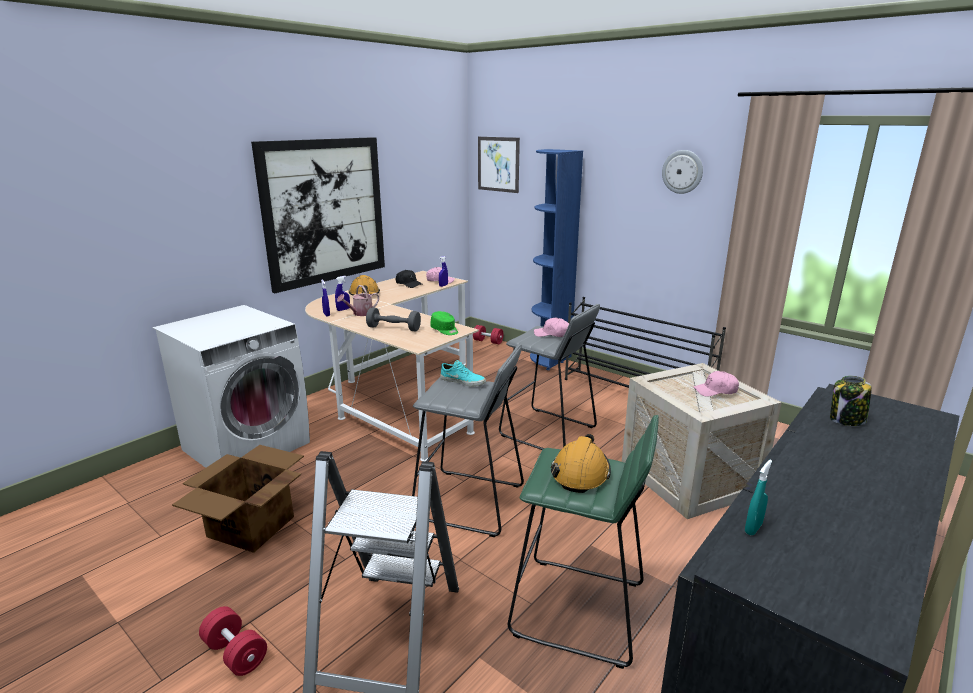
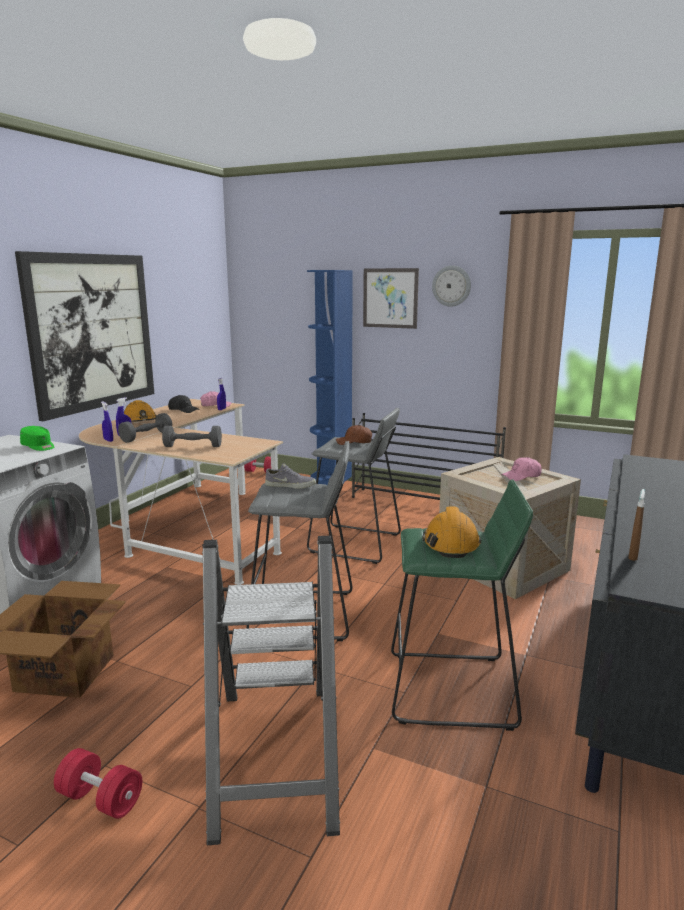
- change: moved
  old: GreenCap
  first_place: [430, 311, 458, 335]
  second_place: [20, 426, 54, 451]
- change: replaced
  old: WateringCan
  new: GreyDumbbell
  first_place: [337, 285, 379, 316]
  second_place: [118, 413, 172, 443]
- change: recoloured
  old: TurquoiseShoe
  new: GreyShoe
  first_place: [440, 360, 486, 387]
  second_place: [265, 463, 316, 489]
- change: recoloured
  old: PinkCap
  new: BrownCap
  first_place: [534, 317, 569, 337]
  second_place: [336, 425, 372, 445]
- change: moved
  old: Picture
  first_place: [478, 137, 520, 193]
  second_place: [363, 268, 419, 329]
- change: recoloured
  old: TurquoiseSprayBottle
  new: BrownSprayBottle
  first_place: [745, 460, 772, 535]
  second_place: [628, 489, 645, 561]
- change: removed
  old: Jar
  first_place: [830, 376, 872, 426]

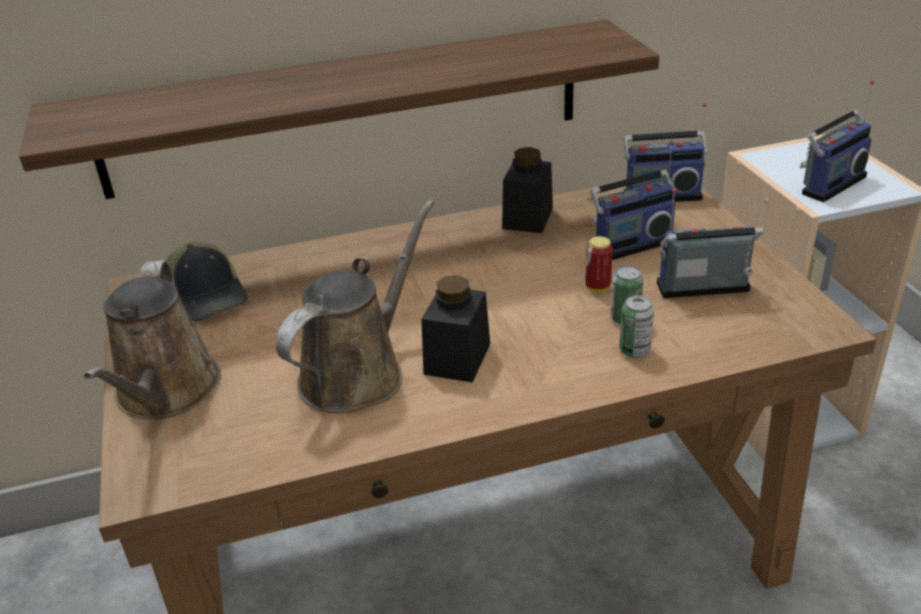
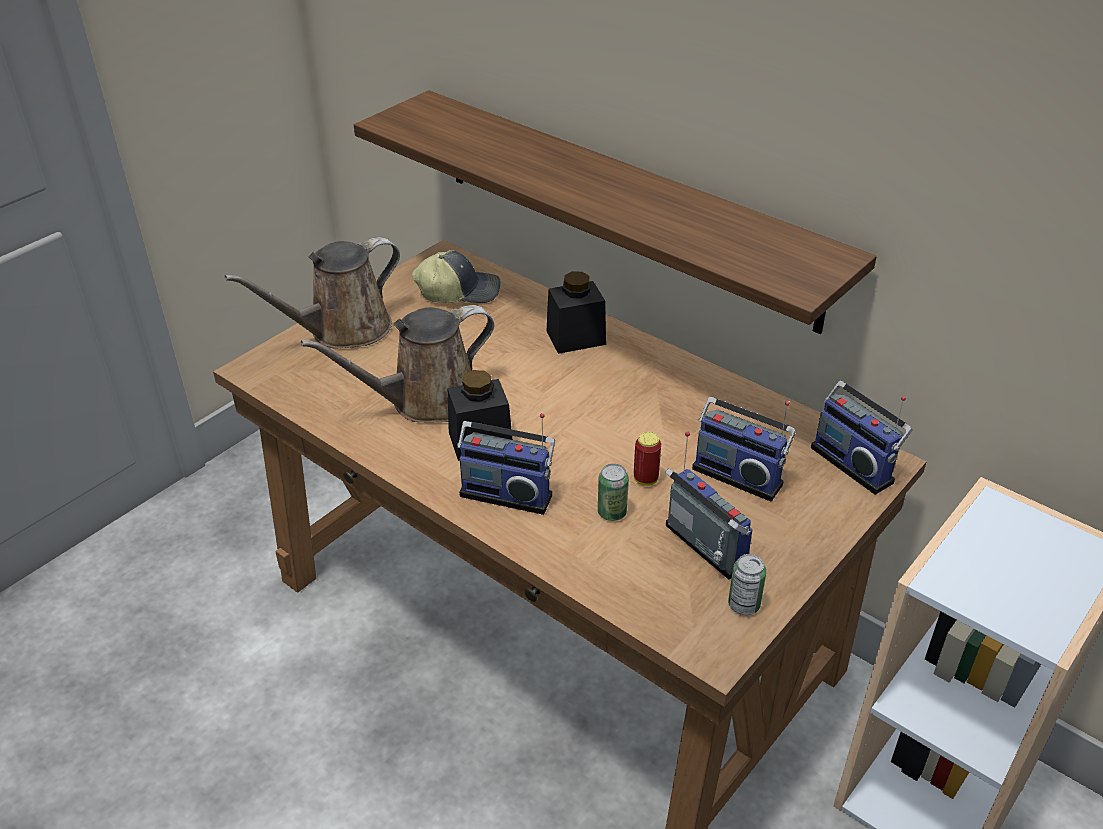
- change: turned
  old: BrownWateringCan
  first_place: [276, 200, 434, 414]
  second_place: [301, 305, 494, 423]
  degrees: 150
- change: turned
  old: Cap
  first_place: [167, 242, 248, 322]
  second_place: [412, 250, 501, 303]
  degrees: -120
- change: moved
  old: Radio
  first_place: [800, 80, 874, 203]
  second_place: [457, 413, 555, 515]
- change: moved
  old: BlackJar
  first_place: [502, 147, 553, 233]
  second_place: [547, 271, 606, 354]
- change: moved
  old: Can
  first_place: [619, 295, 654, 358]
  second_place: [728, 554, 766, 615]

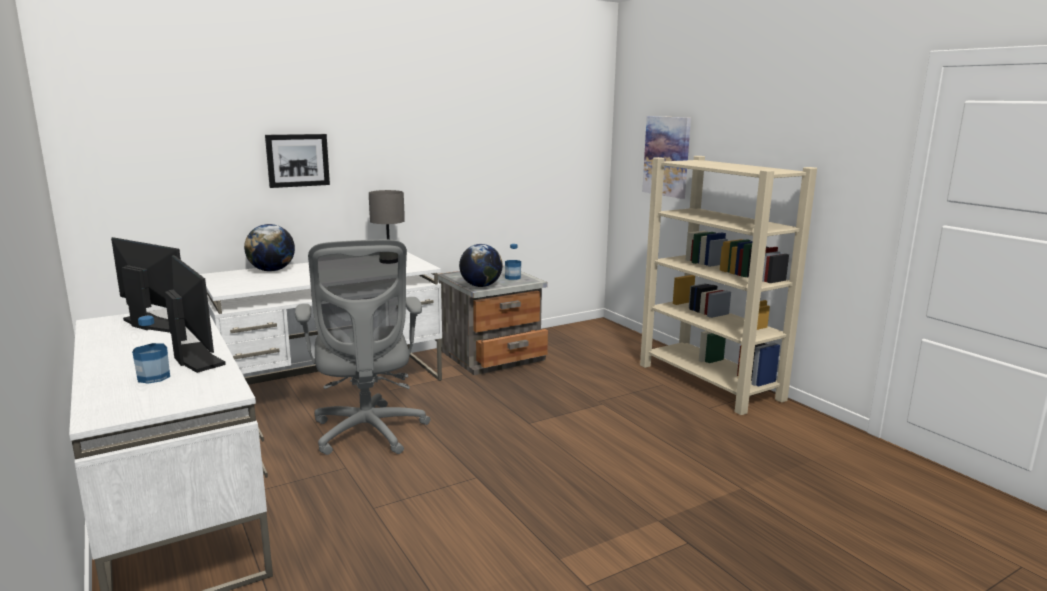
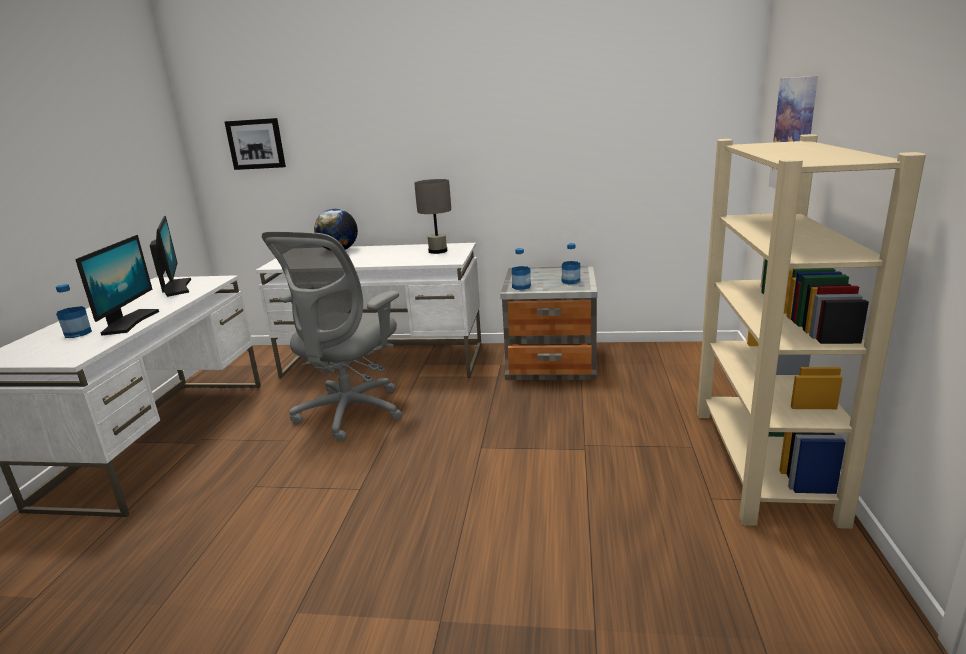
- change: moved
  old: Picture
  first_place: [265, 134, 330, 188]
  second_place: [224, 118, 286, 170]
- change: replaced
  old: Globe
  new: Bottle
  first_place: [459, 244, 503, 287]
  second_place: [512, 248, 531, 290]

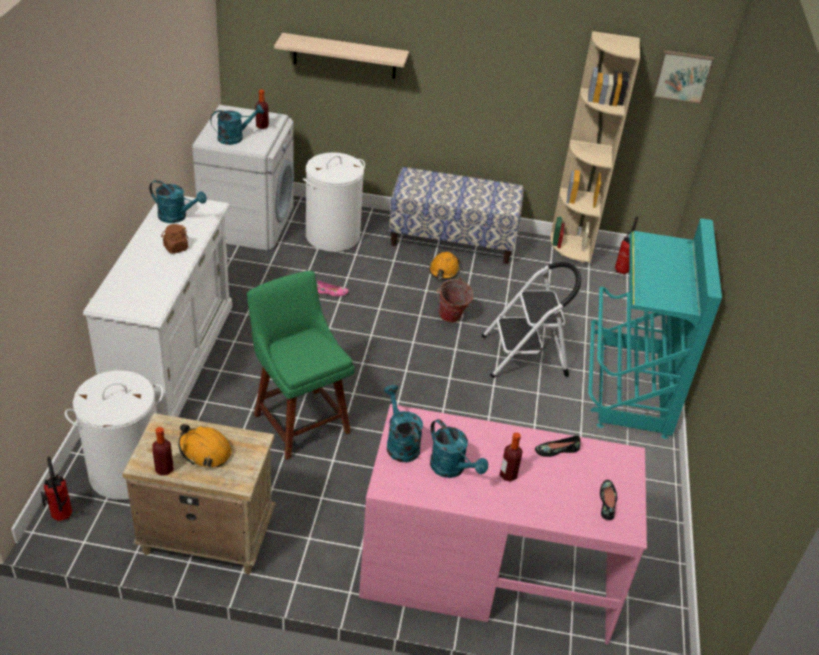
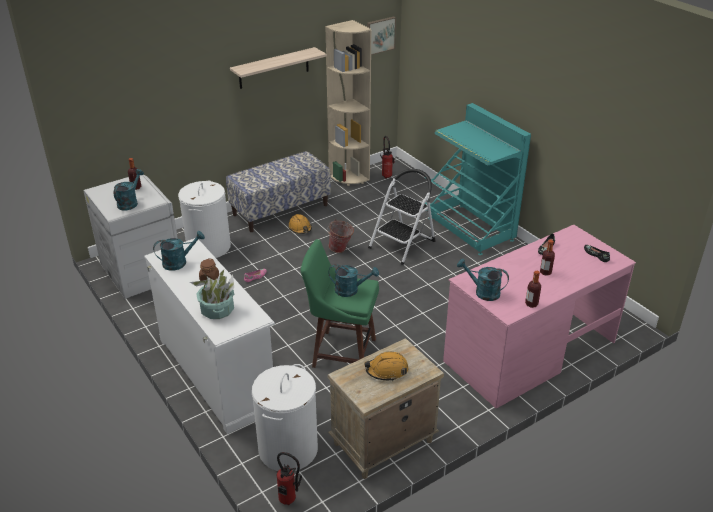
- change: added
  new: PottedPlant
  second_place: [190, 270, 234, 319]
- change: moved
  old: Shelf
  first_place: [274, 33, 409, 79]
  second_place: [230, 47, 327, 89]
- change: moved
  old: TurquoiseWateringCan
  first_place: [430, 419, 488, 478]
  second_place: [328, 264, 379, 297]
- change: moved
  old: Bottle
  first_place: [153, 427, 173, 476]
  second_place: [525, 271, 541, 308]

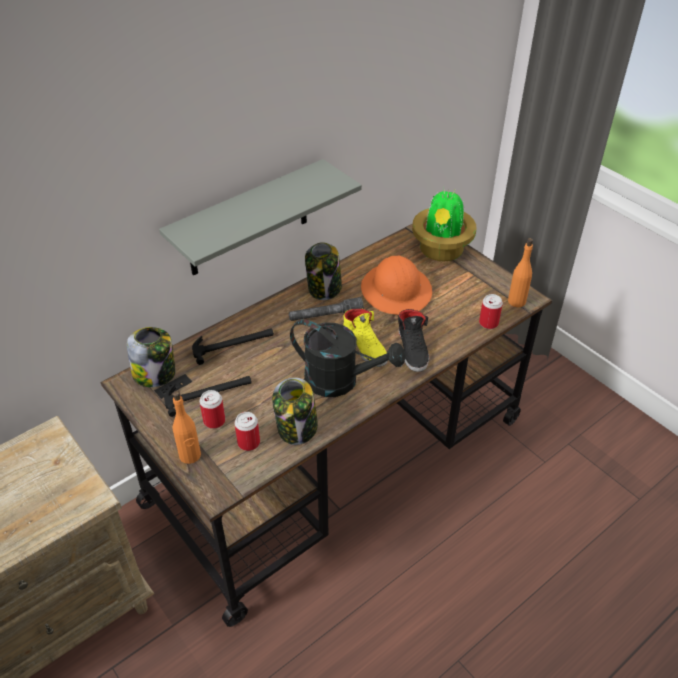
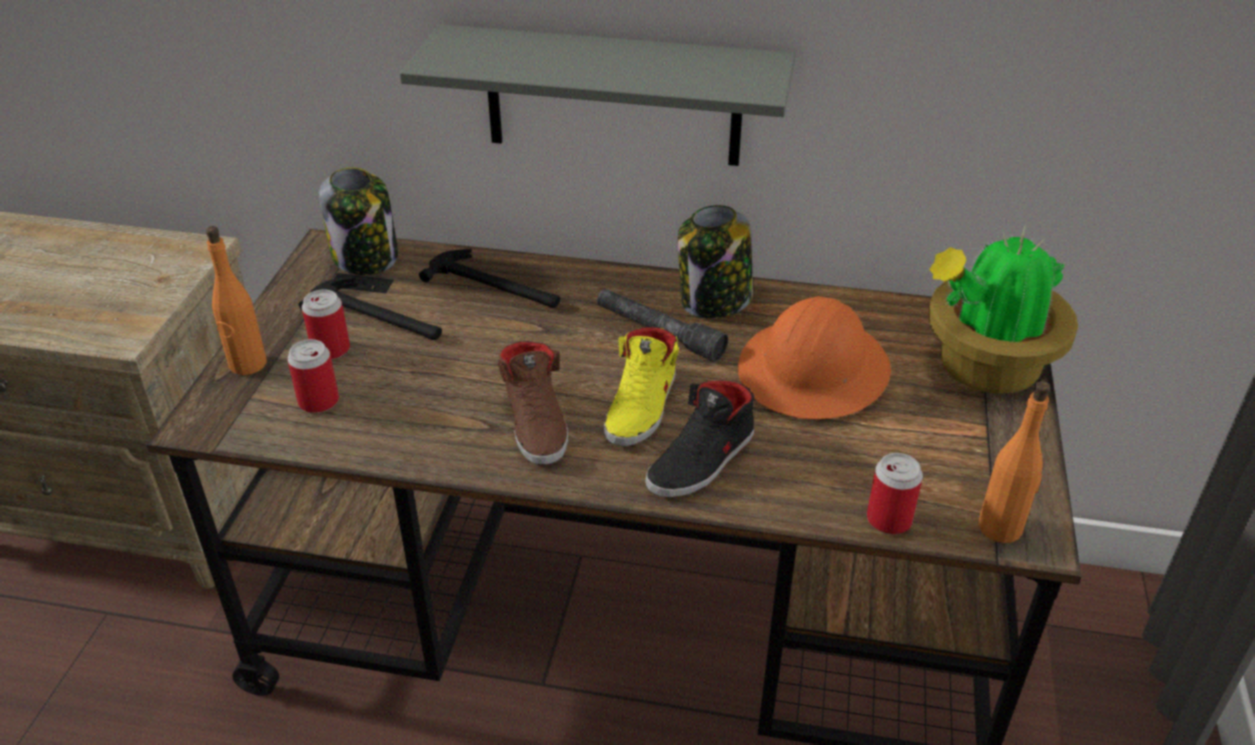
- change: replaced
  old: BlackWateringCan
  new: BrownShoe
  first_place: [290, 319, 405, 397]
  second_place: [497, 341, 568, 465]
- change: removed
  old: Jar
  first_place: [272, 378, 318, 445]

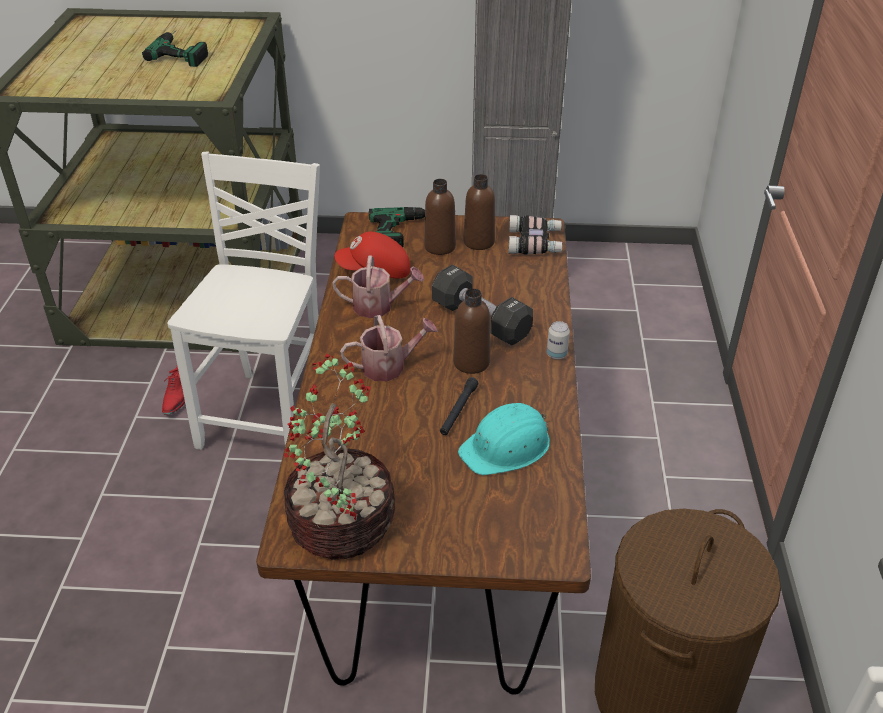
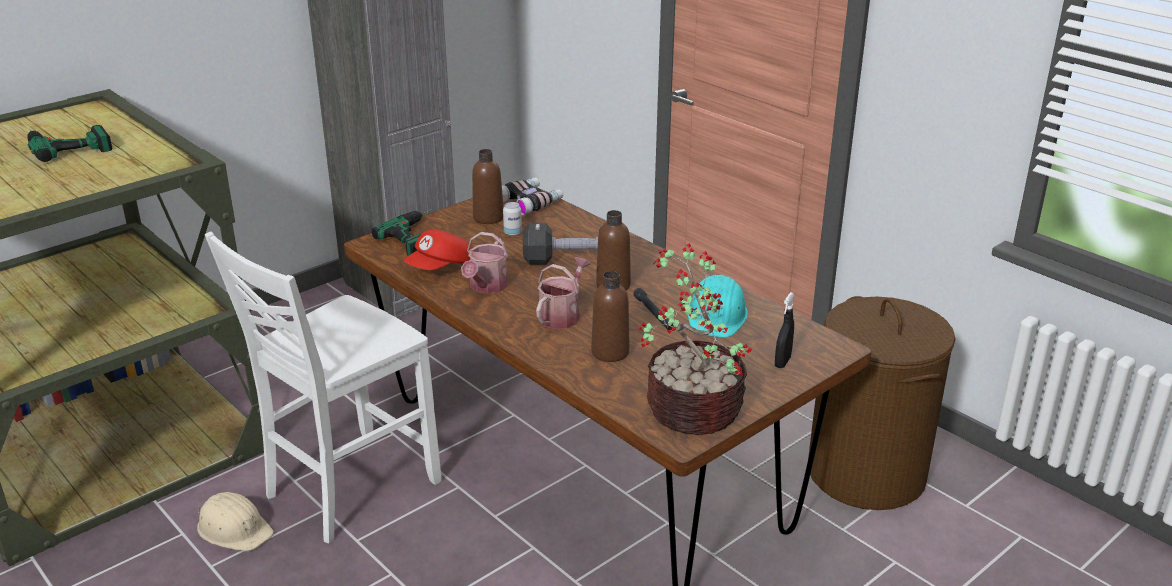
- change: replaced
  old: RedShoe
  new: BeigeHardHat
  first_place: [162, 366, 185, 415]
  second_place: [197, 492, 274, 552]
- change: turned
  old: WhiteChair
  first_place: [167, 152, 320, 450]
  second_place: [205, 232, 441, 543]
  degrees: -105
- change: turned
  old: WateringCan
  first_place: [332, 256, 424, 318]
  second_place: [461, 232, 509, 293]
  degrees: 150
- change: moved
  old: Can
  first_place: [547, 321, 570, 360]
  second_place: [503, 202, 522, 236]
- change: moved
  old: BrownBottle
  first_place: [424, 179, 456, 255]
  second_place: [591, 271, 630, 362]
- change: added
  new: BlackSprayBottle
  second_place: [775, 292, 794, 368]

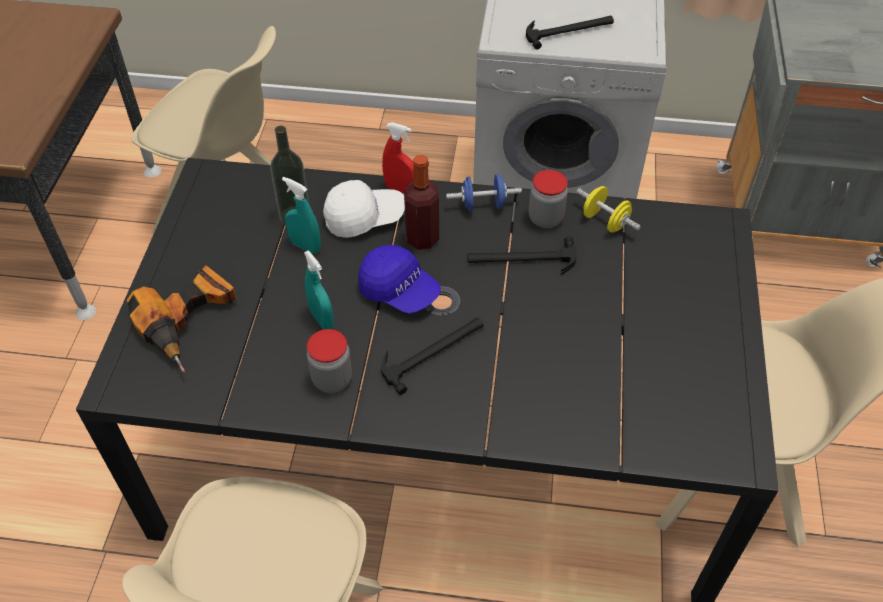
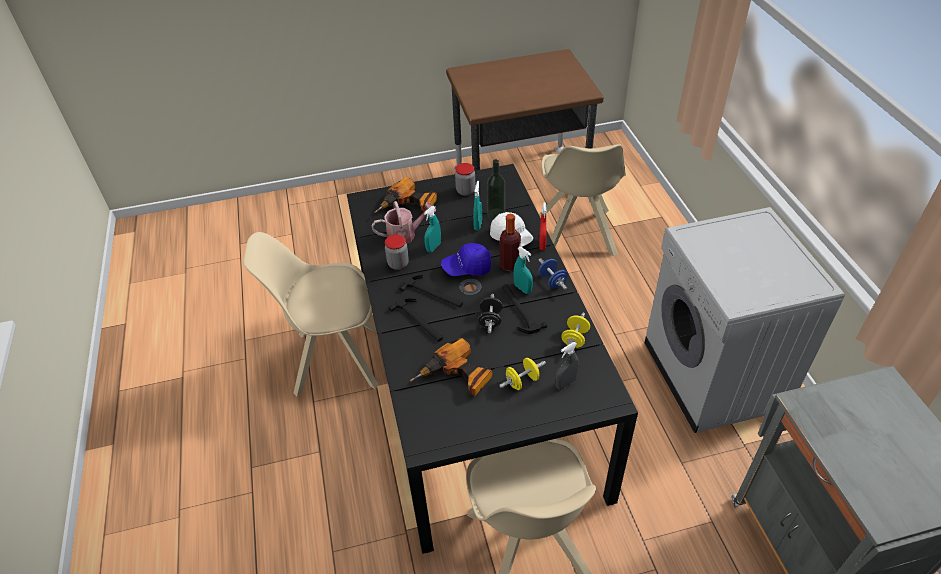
- change: added
  new: WateringCan
  second_place: [371, 201, 436, 243]
- change: moved
  old: Hammer
  first_place: [526, 16, 614, 49]
  second_place: [388, 297, 443, 342]
- change: added
  new: PowerDrill
  second_place: [410, 338, 493, 396]
- change: turned
  old: BlueCap
  first_place: [358, 245, 441, 314]
  second_place: [441, 243, 491, 276]
  degrees: 60
- change: moved
  old: Jar
  first_place: [529, 170, 568, 228]
  second_place: [455, 163, 476, 196]
- change: added
  new: BlackDumbbell
  second_place: [478, 294, 503, 333]
- change: added
  new: YellowDumbbell
  second_place: [499, 358, 546, 390]
- change: added
  new: TurquoiseSprayBottle
  second_place: [514, 247, 533, 294]
- change: added
  new: GreySprayBottle
  second_place: [556, 342, 578, 390]

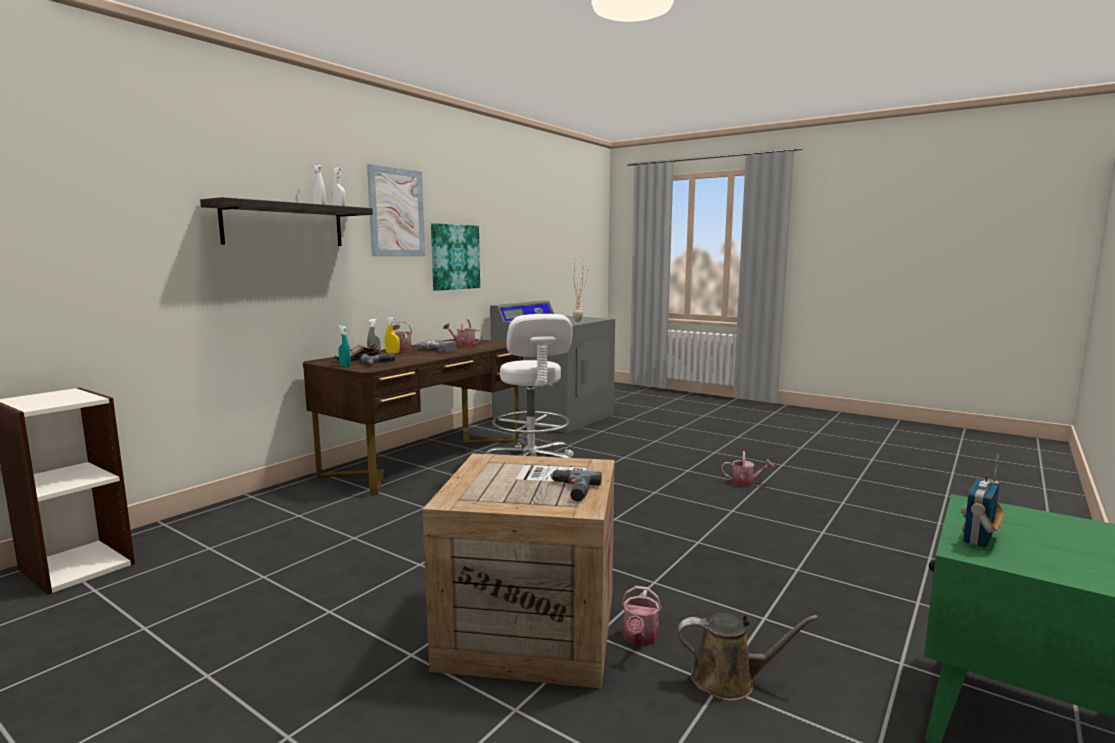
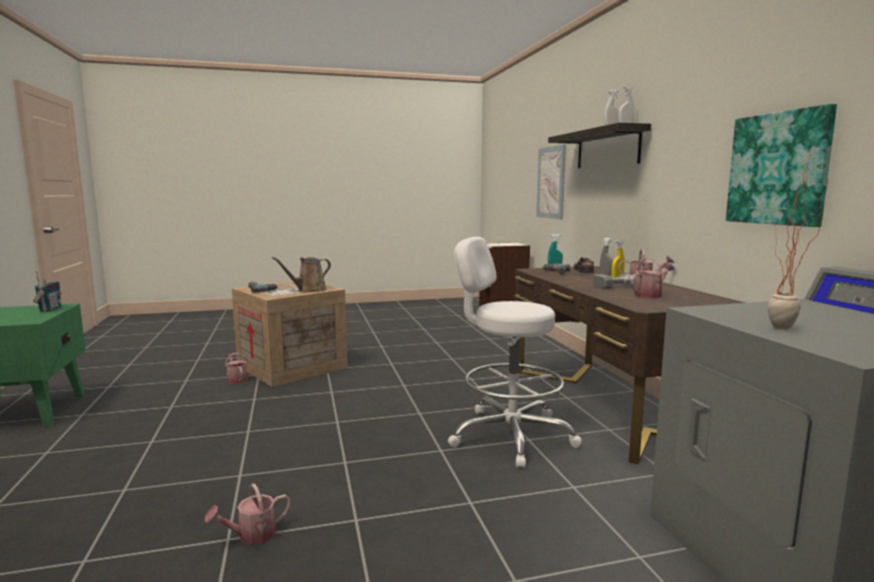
- change: moved
  old: BrownWateringCan
  first_place: [678, 613, 818, 701]
  second_place: [272, 257, 331, 292]
- change: moved
  old: Picture
  first_place: [367, 164, 425, 256]
  second_place: [536, 144, 566, 219]

